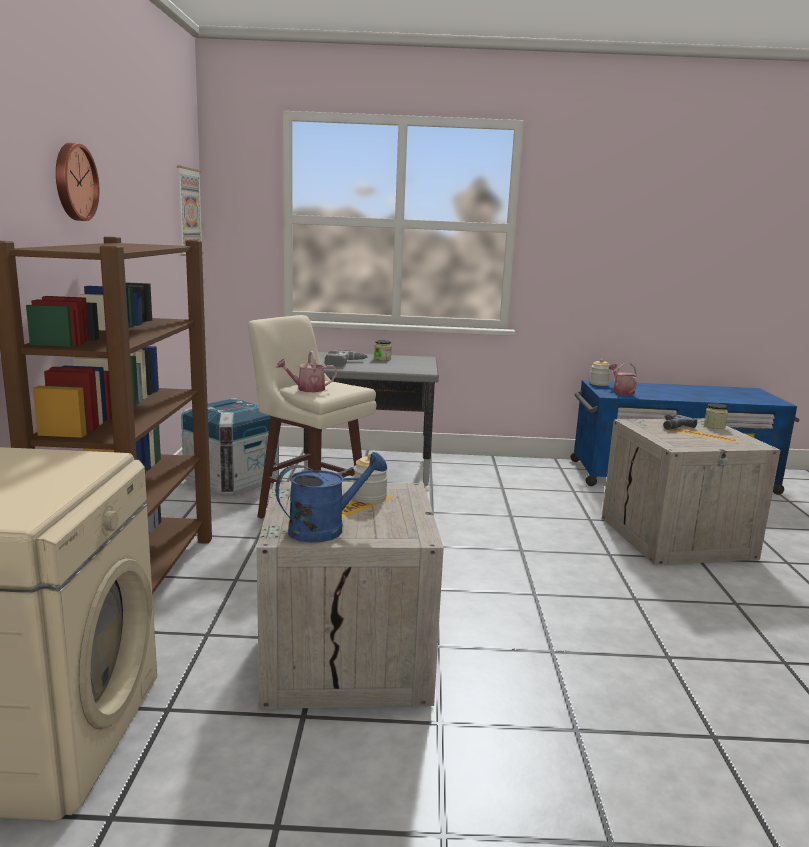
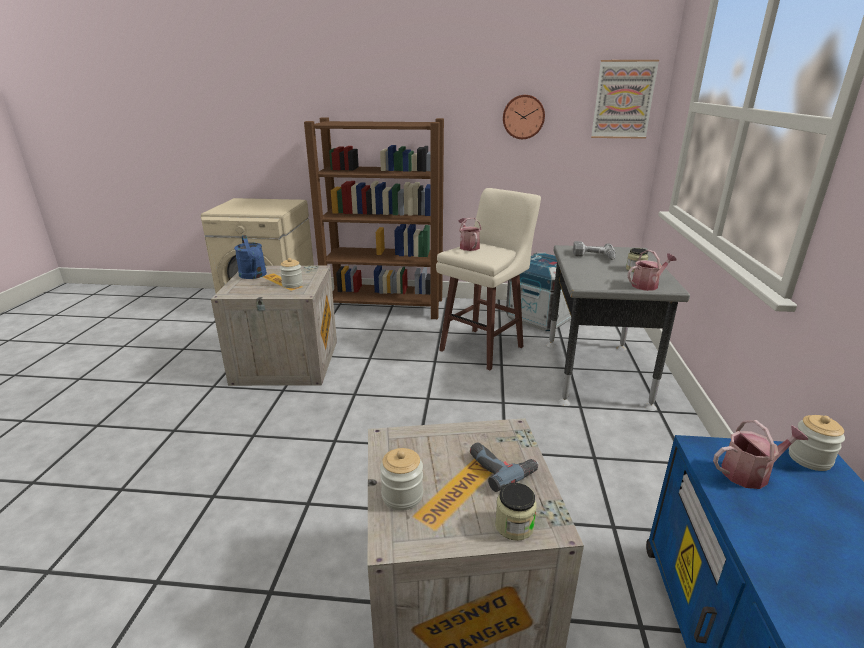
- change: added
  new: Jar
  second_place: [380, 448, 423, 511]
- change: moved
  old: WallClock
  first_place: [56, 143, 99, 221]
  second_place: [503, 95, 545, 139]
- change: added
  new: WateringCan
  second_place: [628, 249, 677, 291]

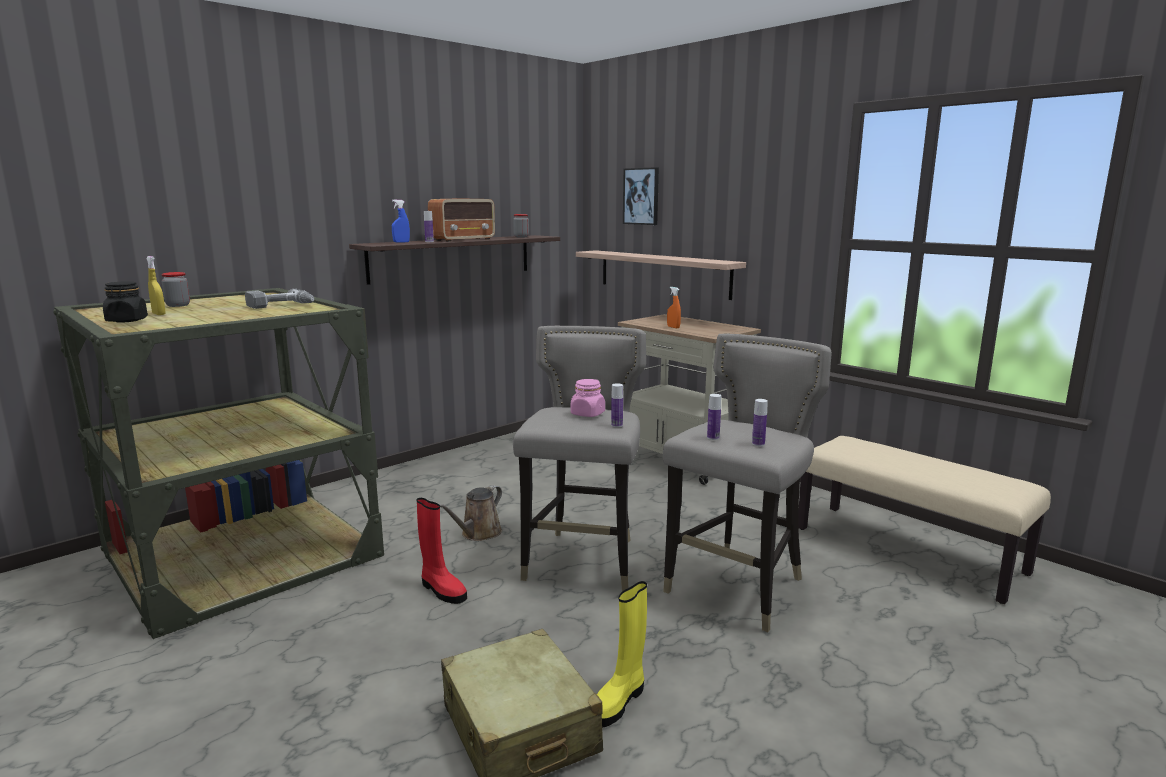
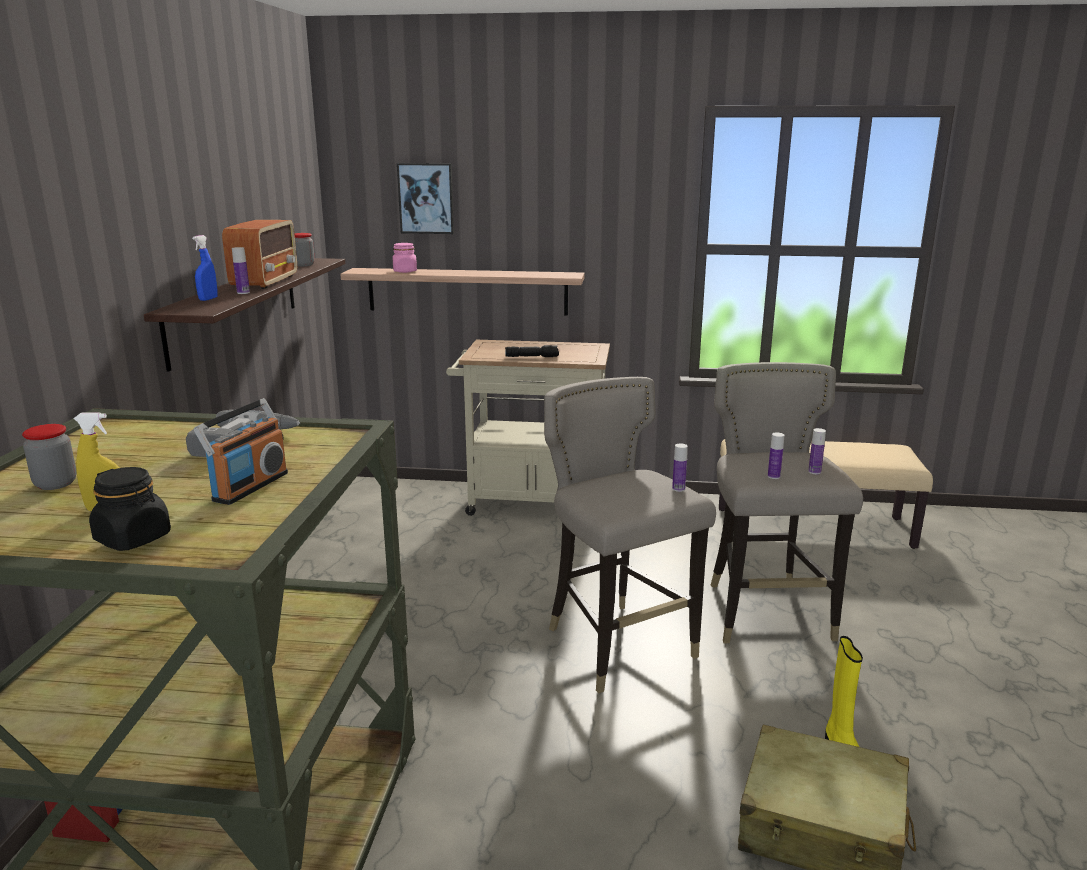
- change: added
  new: Radio
  second_place: [194, 398, 288, 505]
- change: moved
  old: PinkJar
  first_place: [571, 379, 605, 417]
  second_place: [393, 243, 417, 273]
- change: replaced
  old: OrangeSprayBottle
  new: BlackFlashlight
  first_place: [667, 287, 681, 328]
  second_place: [505, 345, 559, 357]
- change: removed
  old: RedBoot
  first_place: [416, 498, 467, 604]
- change: removed
  old: BrownWateringCan
  first_place: [439, 485, 502, 541]

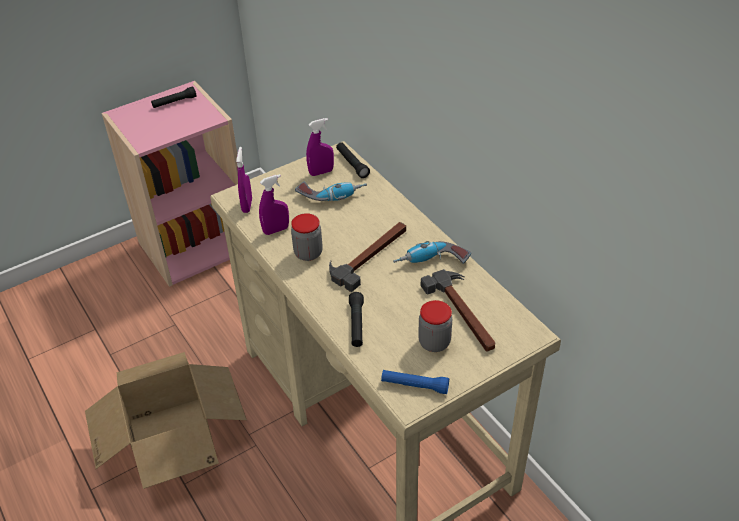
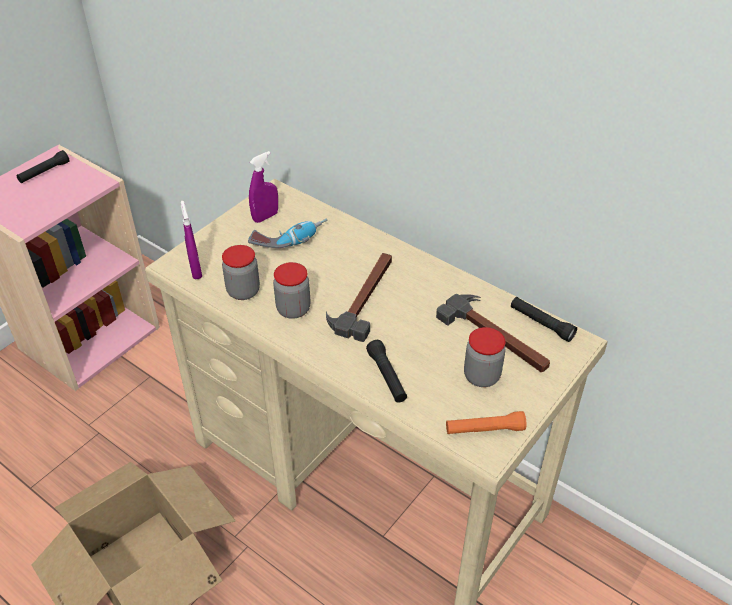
- change: replaced
  old: PurpleSprayBottle
  new: Jar
  first_place: [259, 174, 289, 235]
  second_place: [222, 245, 260, 300]
- change: recoloured
  old: BlueFlashlight
  new: OrangeFlashlight
  first_place: [381, 370, 449, 394]
  second_place: [446, 411, 526, 434]
- change: moved
  old: BlackFlashlight
  first_place: [336, 142, 370, 178]
  second_place: [511, 297, 577, 342]
- change: removed
  old: PowerDrill
  first_place: [393, 241, 471, 264]

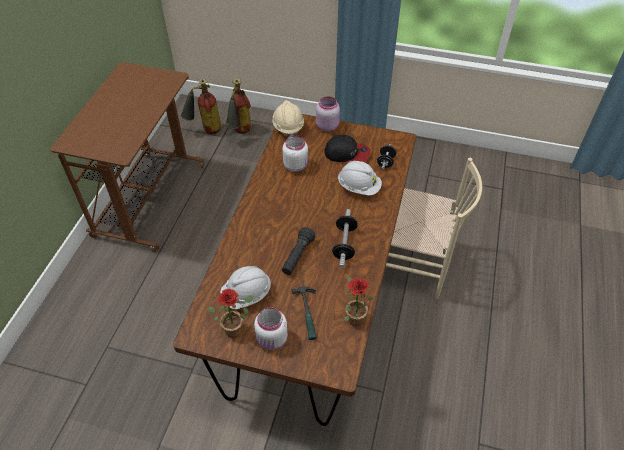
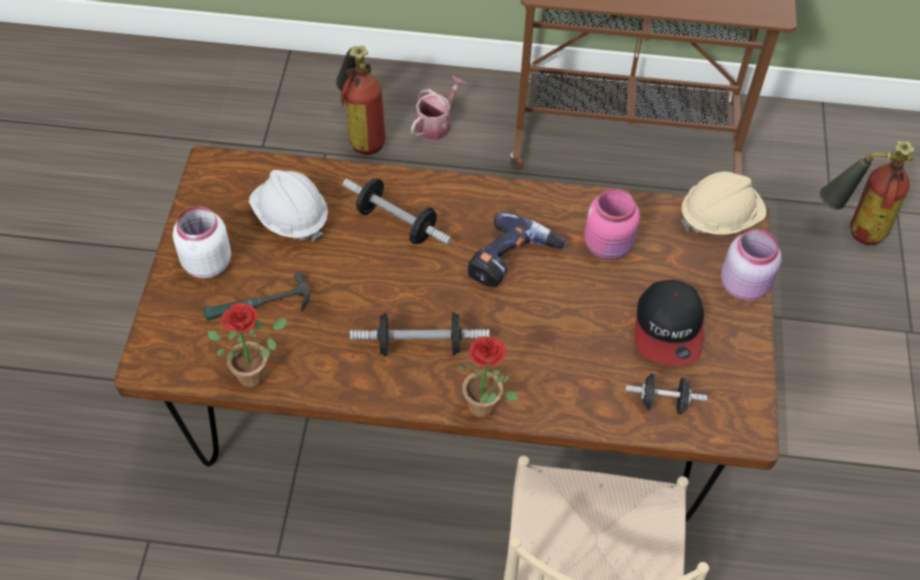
- change: moved
  old: FireExtinguisher
  first_place: [181, 79, 221, 134]
  second_place: [336, 45, 386, 155]
- change: added
  new: Dumbbell
  second_place: [343, 179, 452, 245]
- change: added
  new: WateringCan
  second_place: [411, 76, 465, 140]
- change: moved
  old: PottedPlant
  first_place: [208, 289, 253, 338]
  second_place: [457, 336, 518, 418]
- change: added
  new: PowerDrill
  second_place: [468, 212, 567, 288]
- change: recoloured
  old: WhiteJar
  new: PinkJar
  first_place: [283, 135, 308, 172]
  second_place: [584, 189, 640, 260]
- change: removed
  old: BlackFlashlight
  first_place: [282, 227, 315, 275]
- change: removed
  old: WhiteHardHat
  first_place: [338, 161, 382, 196]

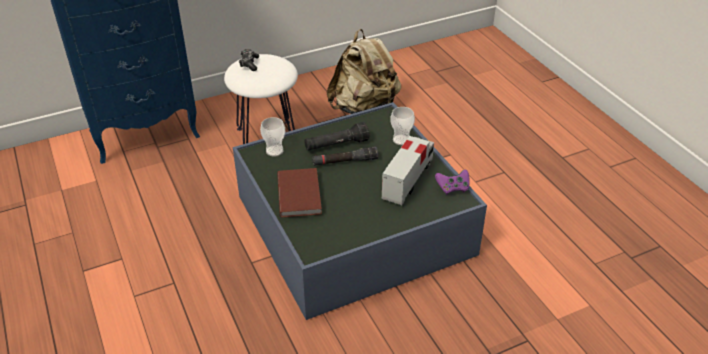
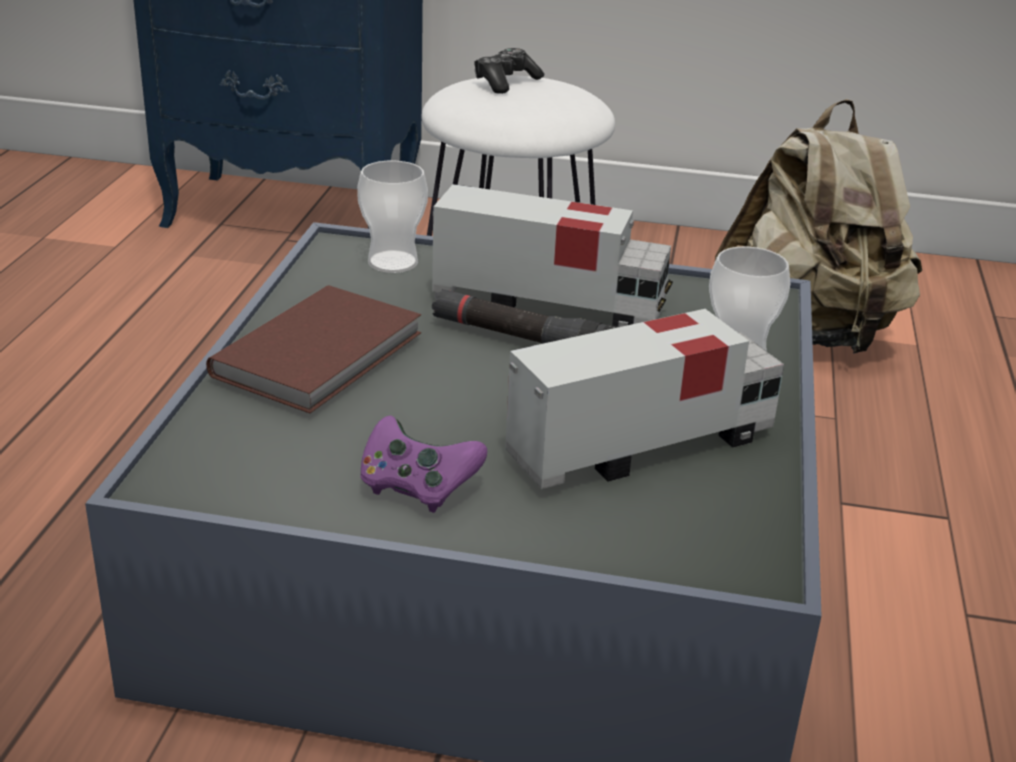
- change: moved
  old: PurpleGameController
  first_place: [435, 169, 470, 195]
  second_place: [360, 415, 487, 513]
- change: replaced
  old: BlackFlashlight
  new: ToyTruck
  first_place: [304, 122, 369, 151]
  second_place: [432, 184, 673, 327]

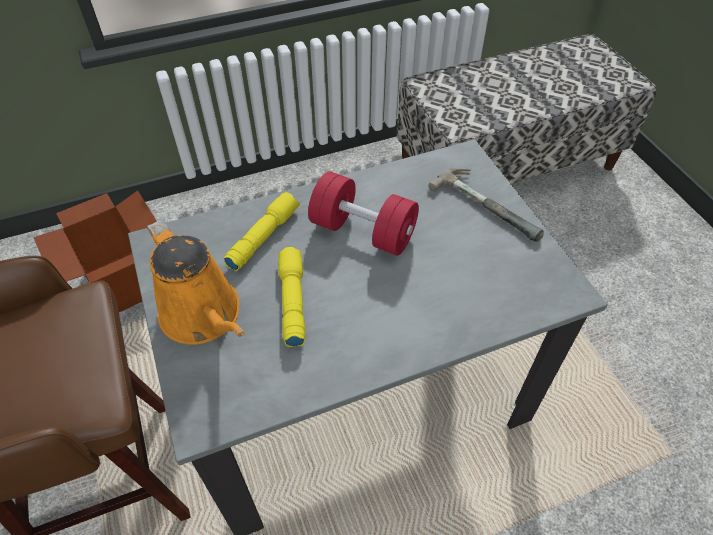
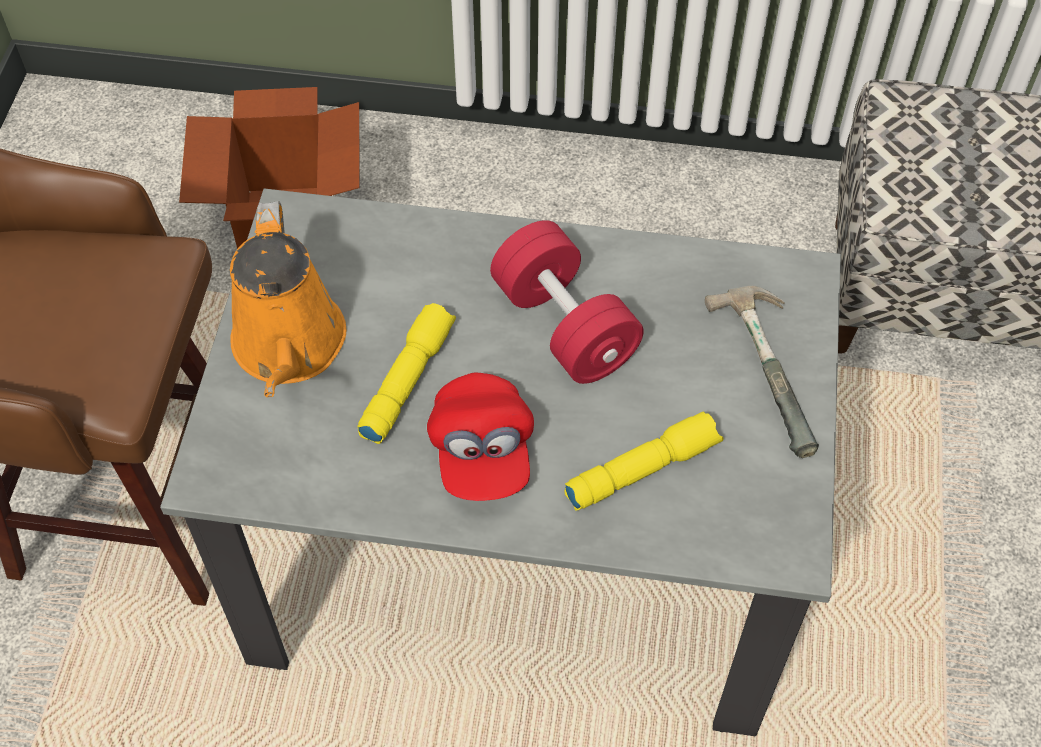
- change: added
  new: RedCap
  second_place: [427, 373, 534, 501]
- change: moved
  old: YellowFlashlight
  first_place: [224, 192, 300, 271]
  second_place: [564, 411, 724, 511]

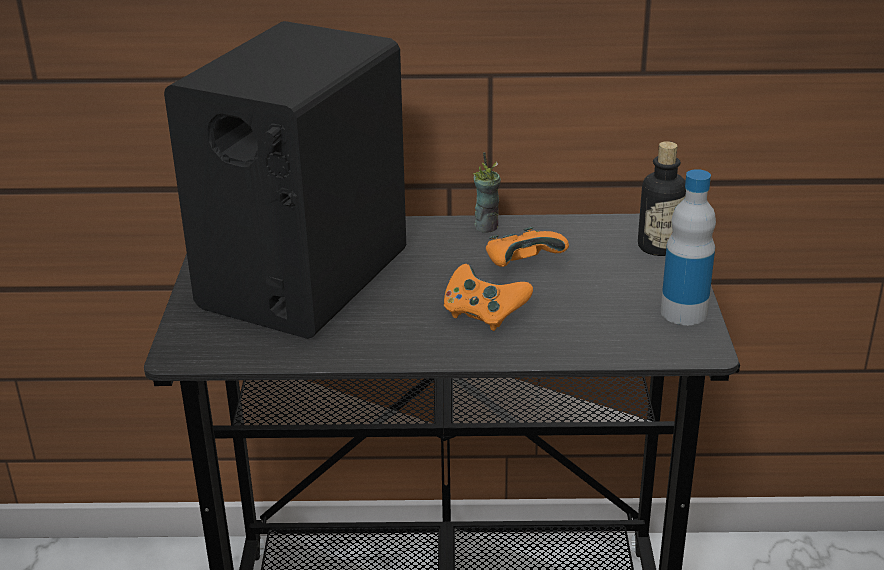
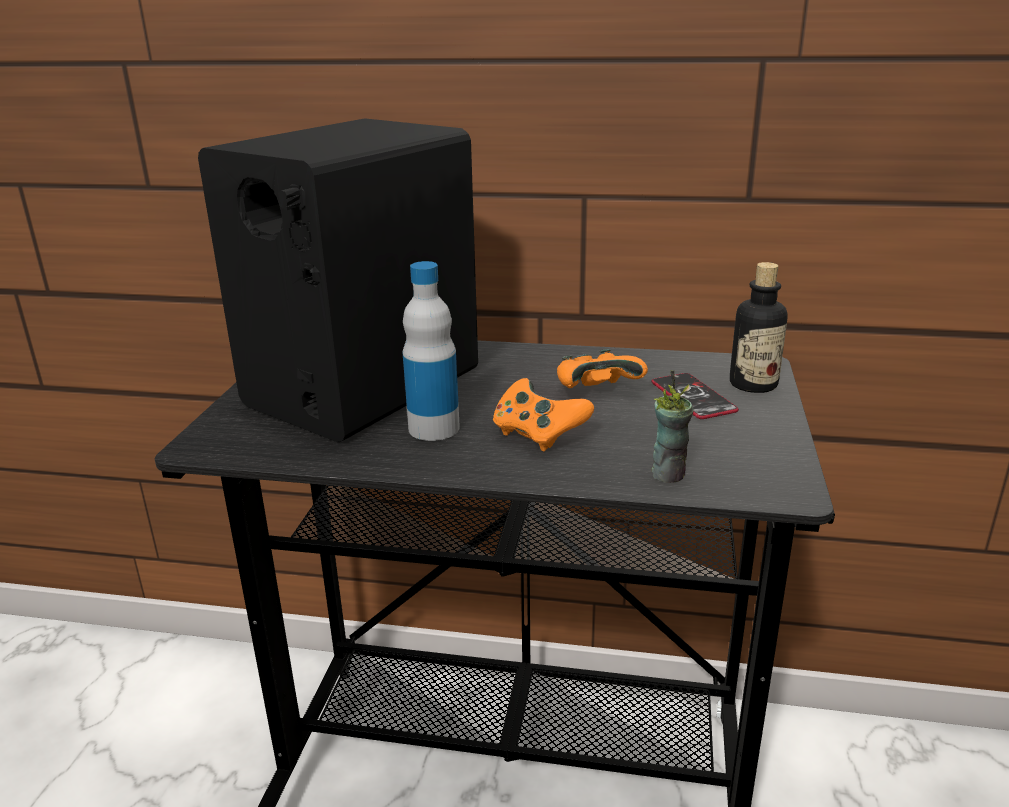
- change: moved
  old: Bottle
  first_place: [660, 169, 716, 325]
  second_place: [403, 261, 460, 441]
- change: added
  new: Phone
  second_place: [651, 373, 739, 419]
- change: moved
  old: Cup
  first_place: [473, 152, 501, 233]
  second_place: [652, 370, 694, 483]

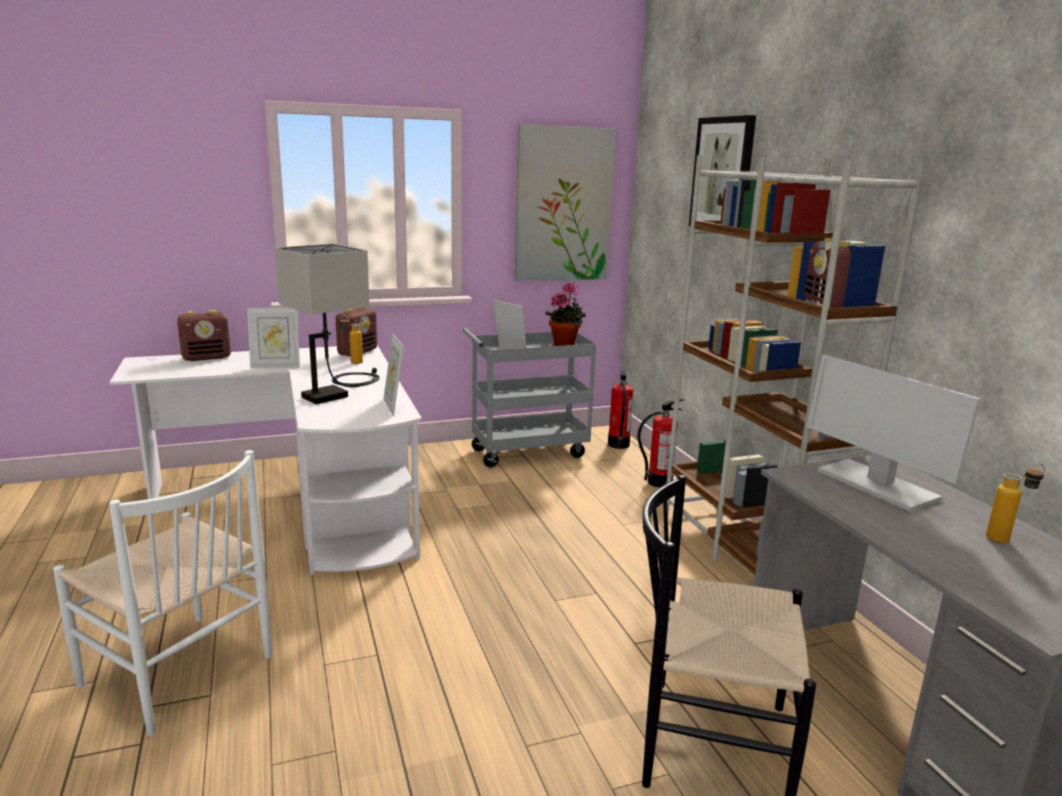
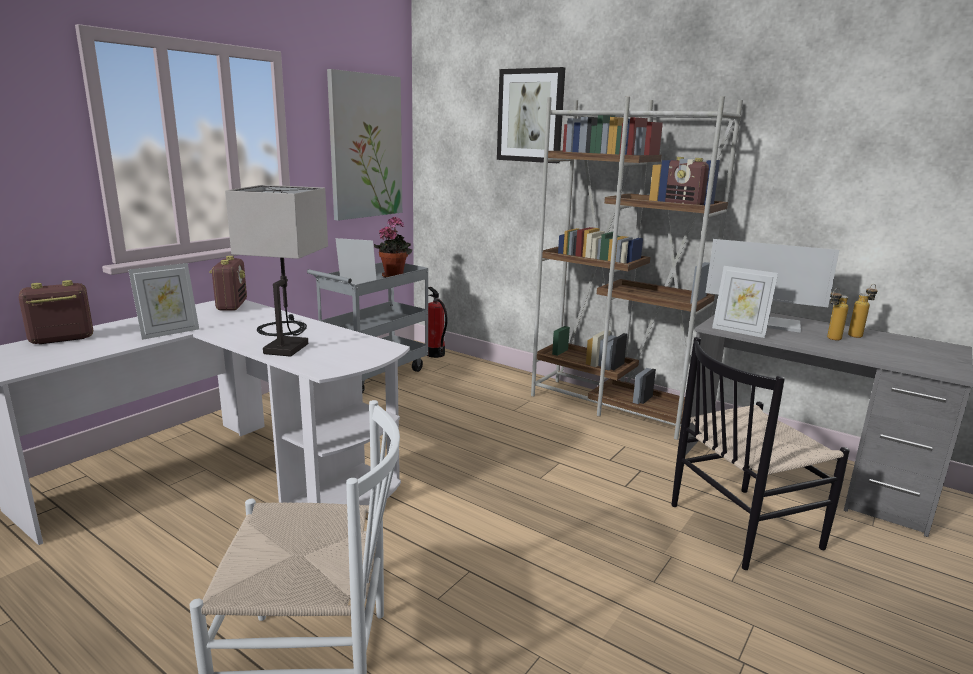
- change: turned
  old: Radio
  first_place: [177, 310, 231, 361]
  second_place: [19, 280, 93, 344]
  degrees: -150
- change: moved
  old: PictureFrame
  first_place: [383, 334, 404, 416]
  second_place: [712, 266, 778, 338]
- change: moved
  old: Bottle
  first_place: [339, 315, 363, 364]
  second_place: [827, 288, 849, 340]
- change: removed
  old: FireExtinguisher
  first_place: [637, 398, 684, 488]

